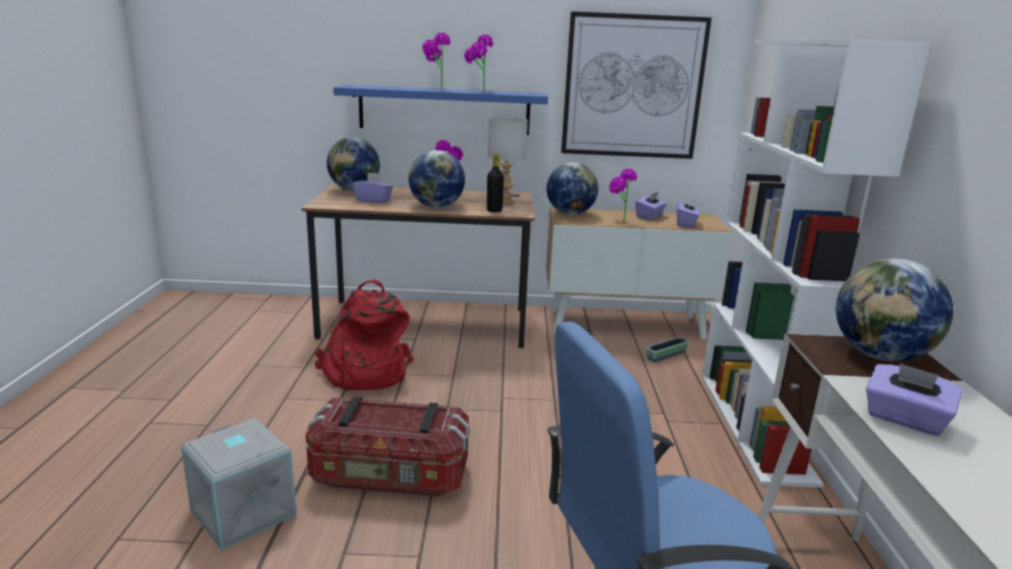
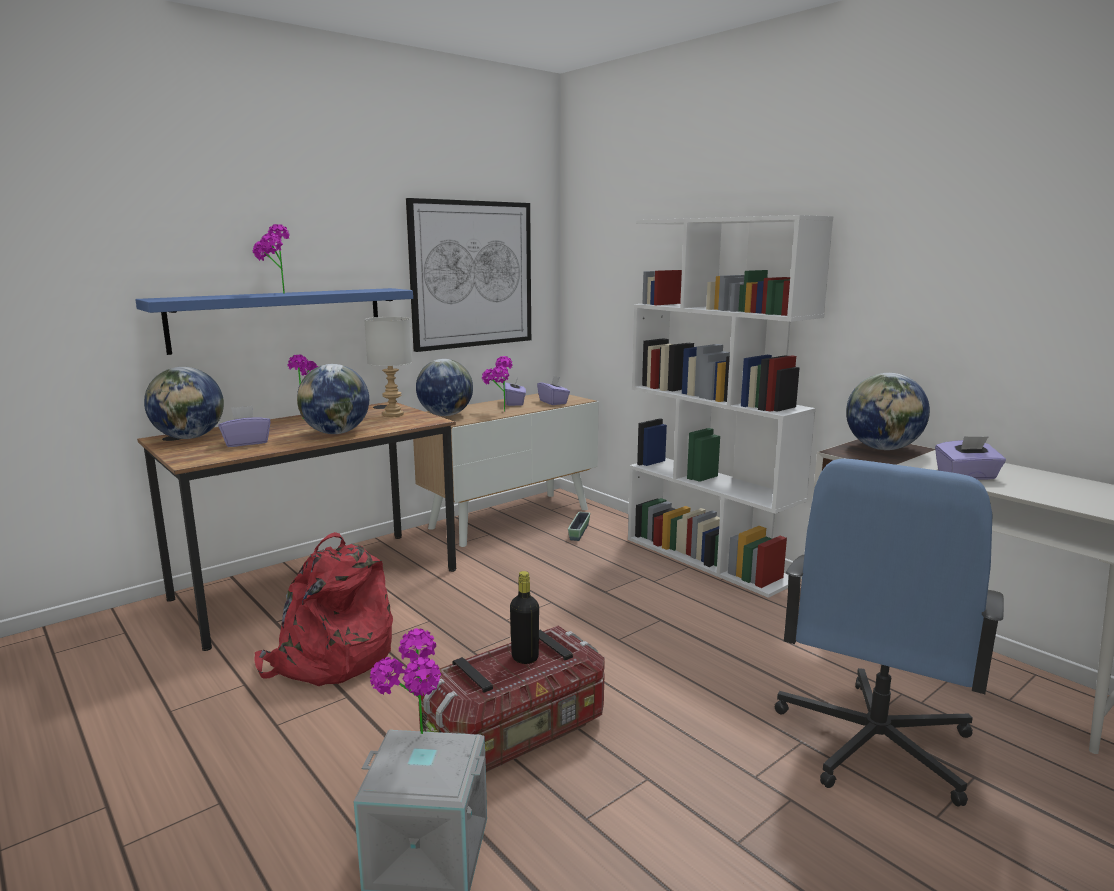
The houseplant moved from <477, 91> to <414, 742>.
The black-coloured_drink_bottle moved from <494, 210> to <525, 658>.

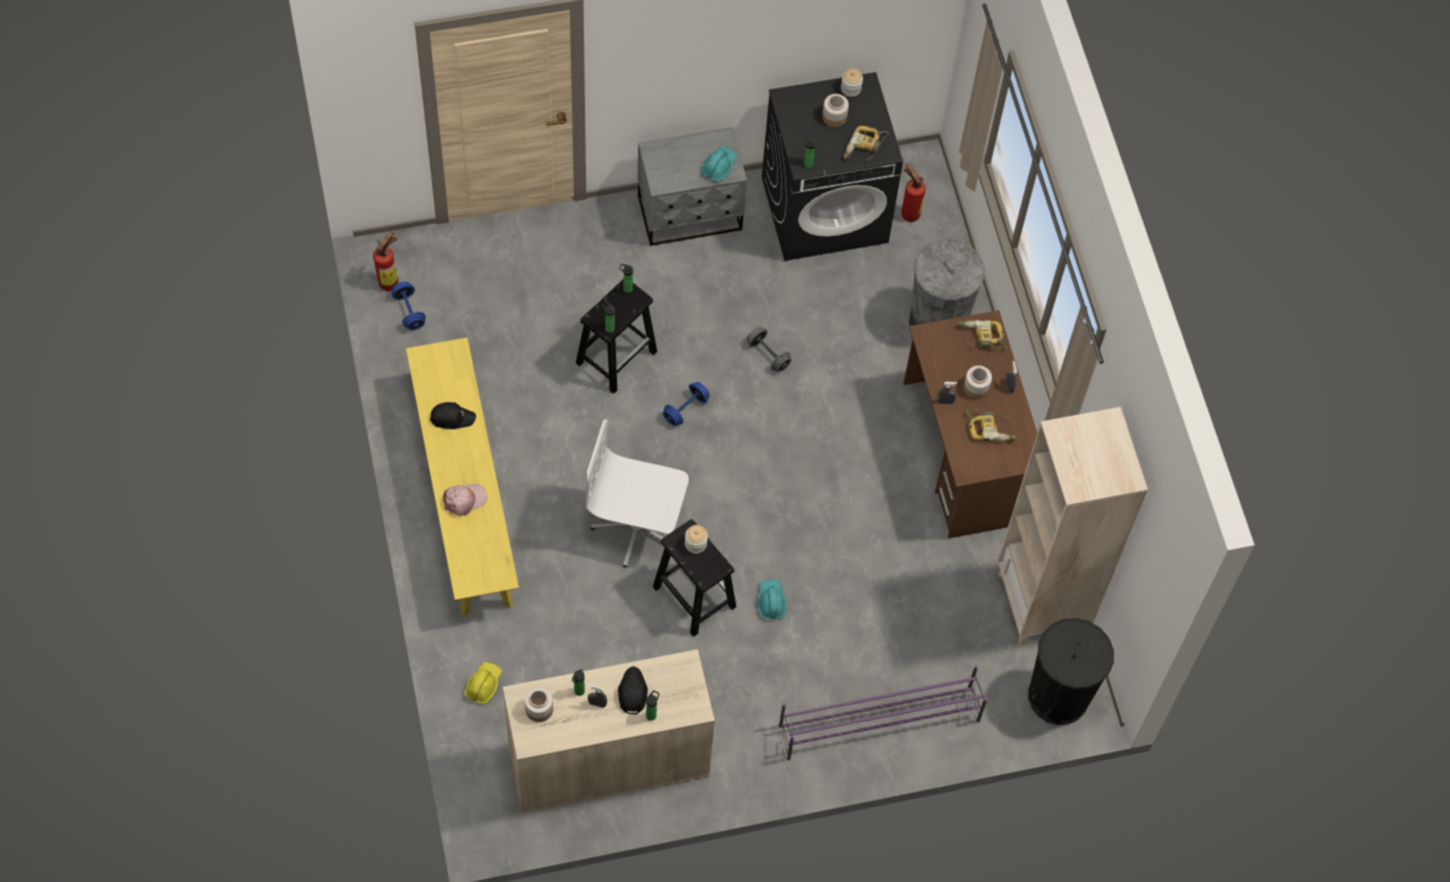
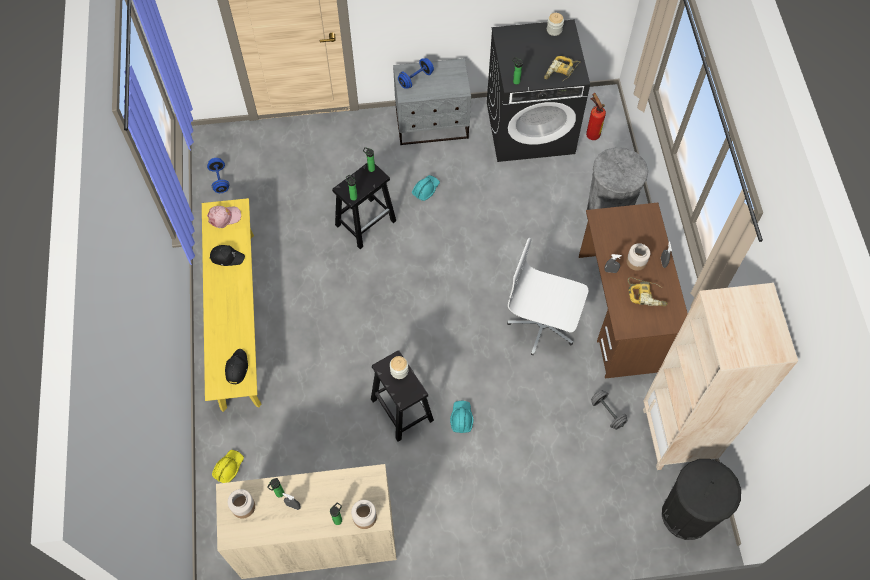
The fire-fighting_cylinder at <391, 281> disappeared.
The purplish_shoe_rack at <878, 723> disappeared.
The drill at <980, 337> disappeared.
The pinkish_peaked_cap moved from <464, 500> to <224, 217>.
The whitish_office_chair moved from <637, 527> to <542, 325>.
The black-coloured_peaked_cap moved from <632, 692> to <236, 368>.
The blue-coloured_dumbbell moved from <685, 409> to <415, 79>.
The turquoise-coloured_hard_hat moved from <719, 166> to <425, 189>.
The greyish_dumbbell moved from <768, 355> to <607, 413>.
The storage_jar moved from <834, 117> to <364, 517>.

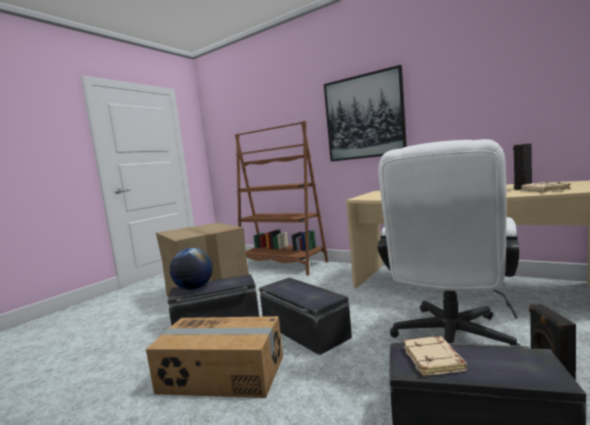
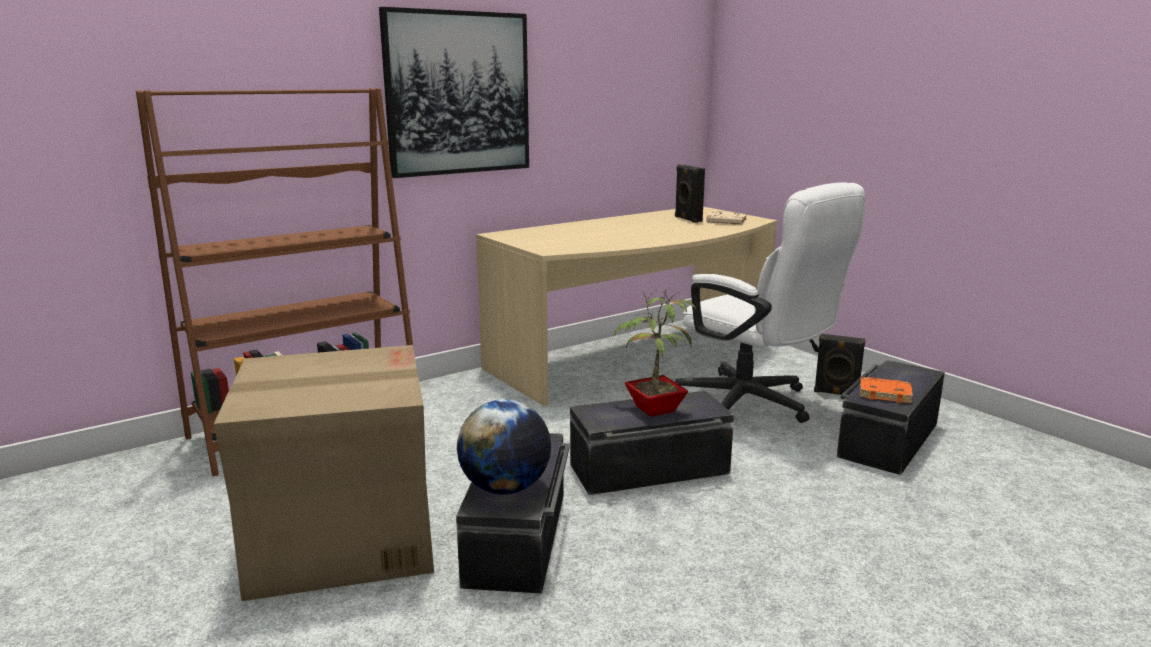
The carton at <222, 375> disappeared.
The houseplant at <652, 410> appeared.
The sand-coloured_bound_book at <434, 360> became the orange_bound_book at <885, 394>.

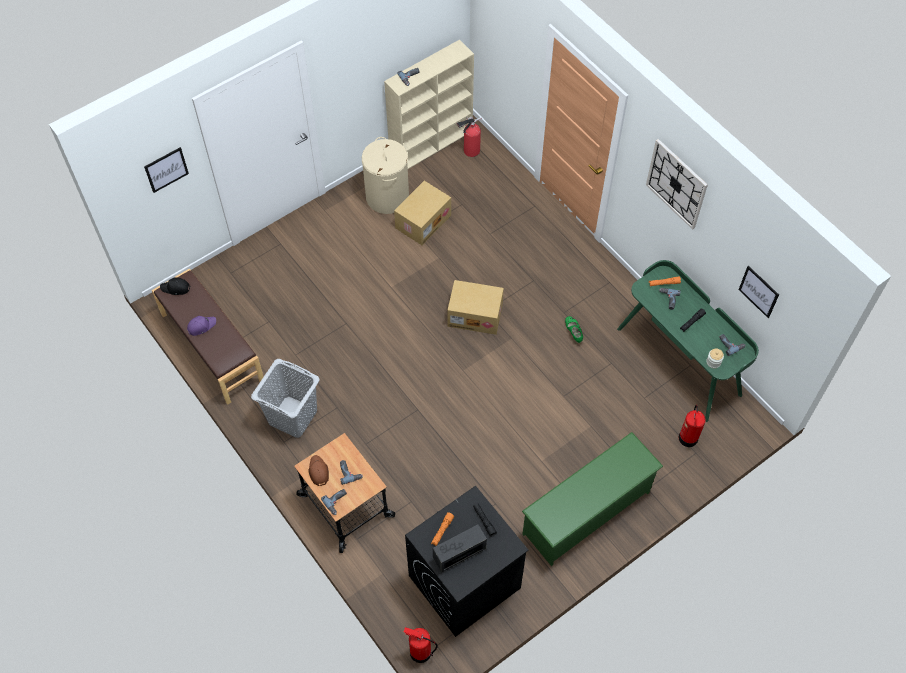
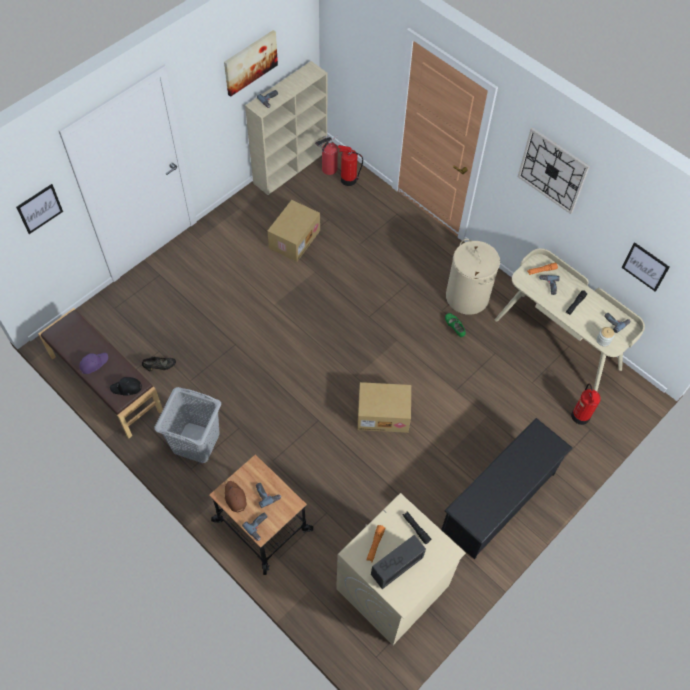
The black-coloured_low_shoe at <160, 366> appeared.
The picture at <250, 62> appeared.
The black-coloured_peaked_cap moved from <176, 288> to <127, 388>.
The sand-coloured_hamper moved from <387, 197> to <467, 297>.
The fire-fighting_cylinder moved from <420, 652> to <348, 179>.
The carton moved from <475, 315> to <383, 414>.
The black-coloured_washing_machine at <464, 582> became the sand-coloured_washing_machine at <392, 588>.
The green_shoe_rack at <587, 513> became the black-coloured_shoe_rack at <499, 501>.
The green_desk at <679, 361> became the sand-coloured_desk at <558, 343>.

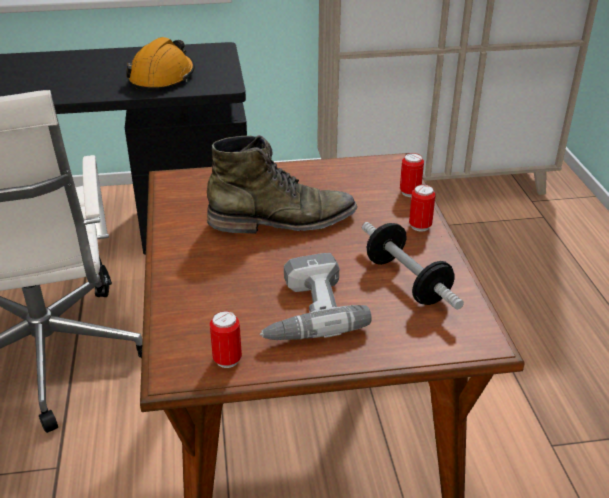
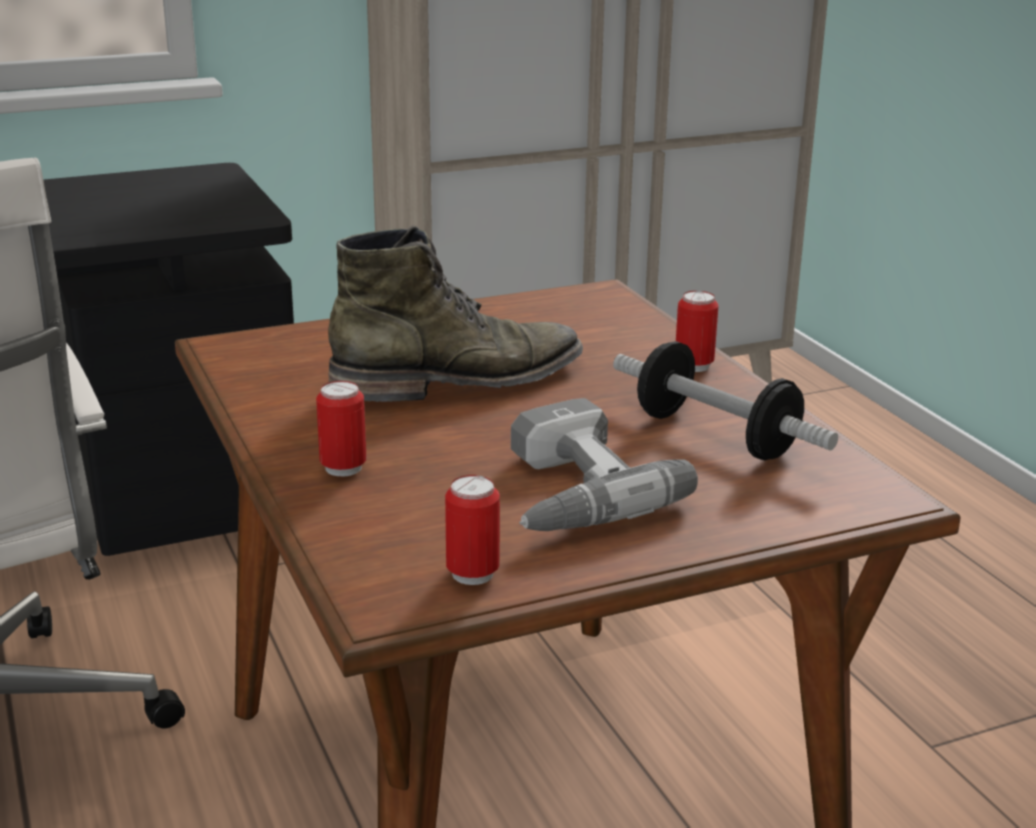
The orange_hard_hat at <163, 77> disappeared.
The metal_can moved from <410, 192> to <343, 468>.

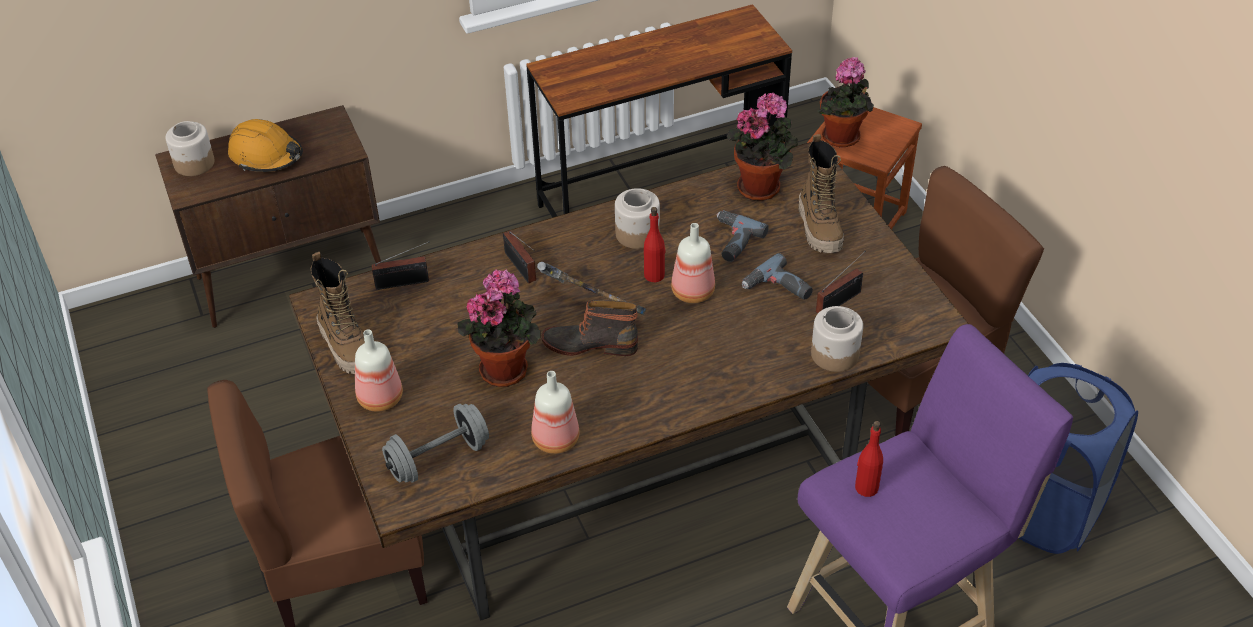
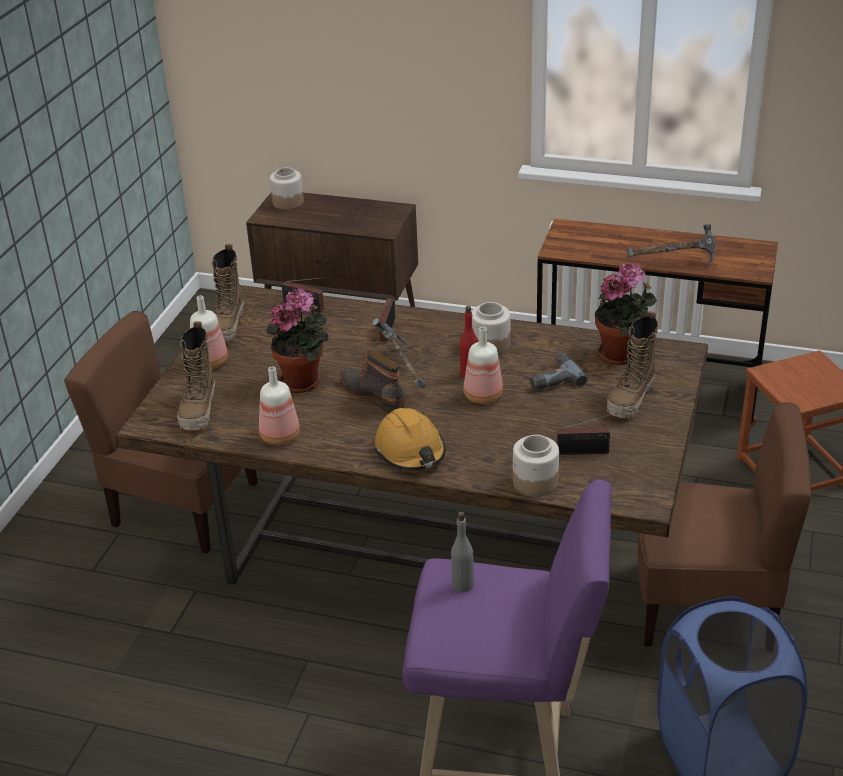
The drill at <777, 289> disappeared.
The houseplant at <842, 139> disappeared.
The hand_hammer at <672, 264> appeared.
The orange_hard_hat moved from <266, 156> to <410, 451>.
The greyish_dumbbell at <438, 458> was replaced by the high-top_boot at <199, 411>.
The red_drink_bottle at <866, 487> became the greyish_drink_bottle at <462, 584>.

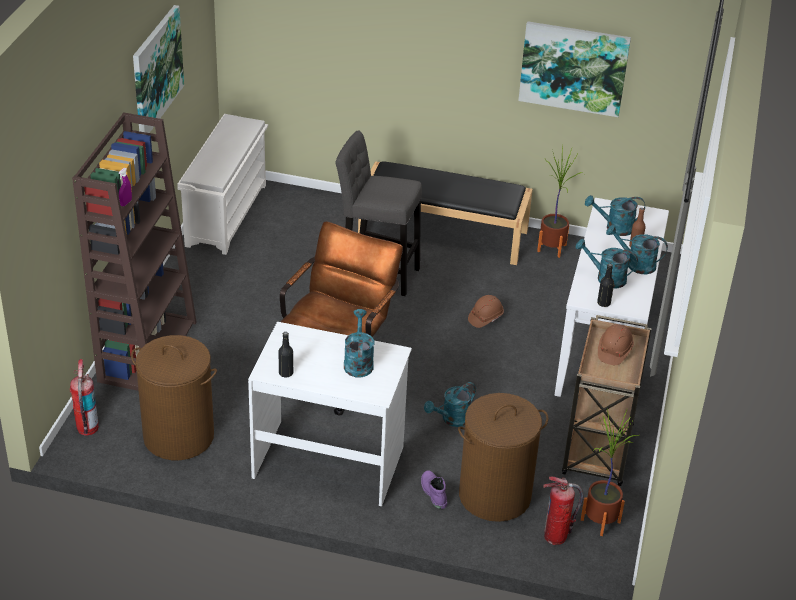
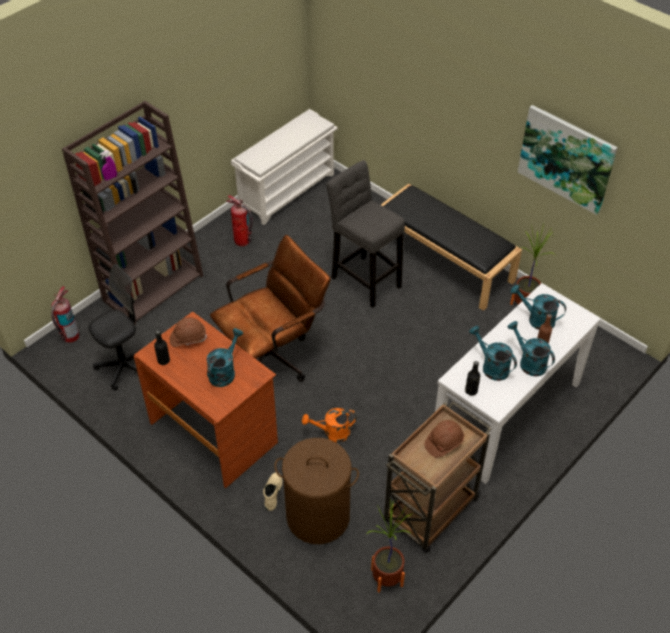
The picture at <156, 70> disappeared.
The brown-coloured_hard_hat moved from <485, 318> to <188, 338>.
The fire-fighting_cylinder moved from <556, 537> to <242, 241>.
The brown-coloured_hamper at <179, 436> was replaced by the black-coloured_office_chair at <125, 367>.
The whitish_desk at <329, 461> became the brown-coloured_desk at <215, 432>.
The purplish_high-top_boot at <433, 492> became the sand-coloured_high-top_boot at <272, 492>.
The turquoise-coloured_watering_can at <452, 420> became the orange_watering_can at <332, 433>.

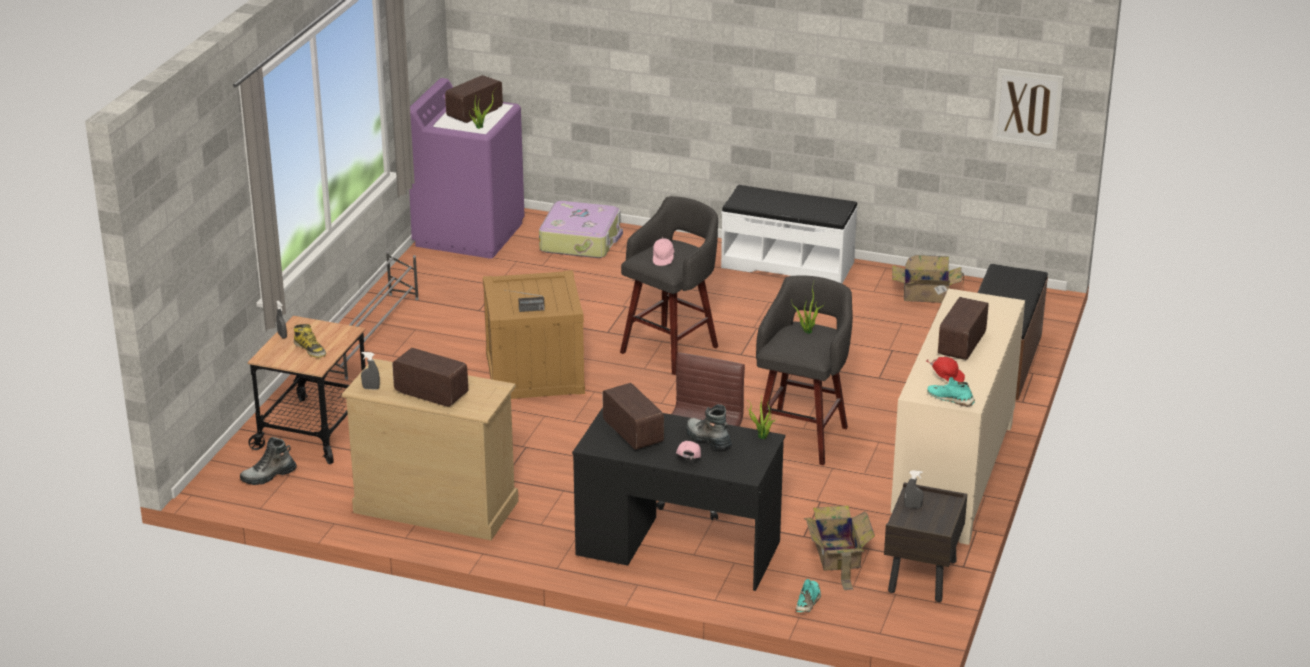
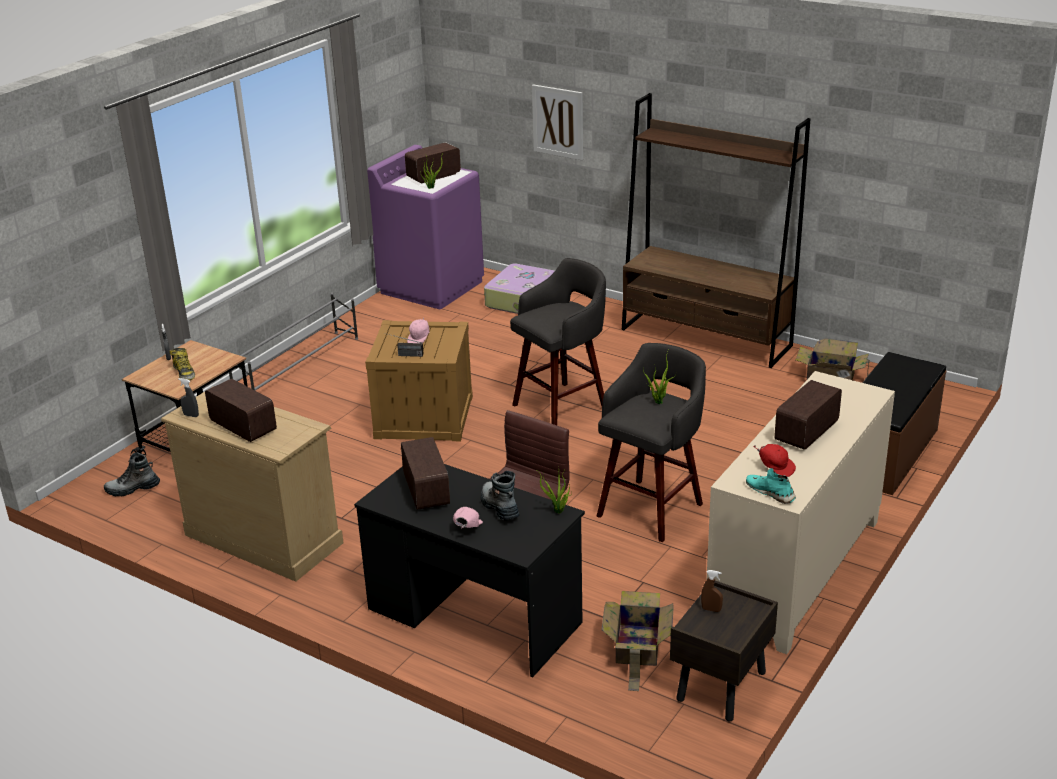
The turquoise-coloured_low_shoe at <808, 601> disappeared.
The pinkish_peaked_cap moved from <663, 259> to <419, 339>.
The picture moved from <1027, 108> to <558, 122>.
The whitish_bench at <788, 264> was replaced by the brown-coloured_bookshelf at <706, 337>.
The greyish_spray_bottle at <913, 507> became the brown-coloured_spray_bottle at <711, 609>.

